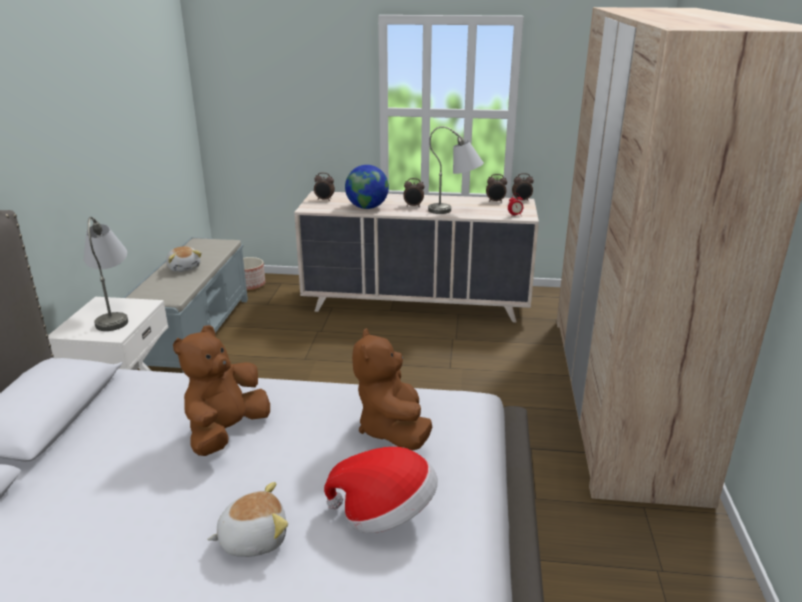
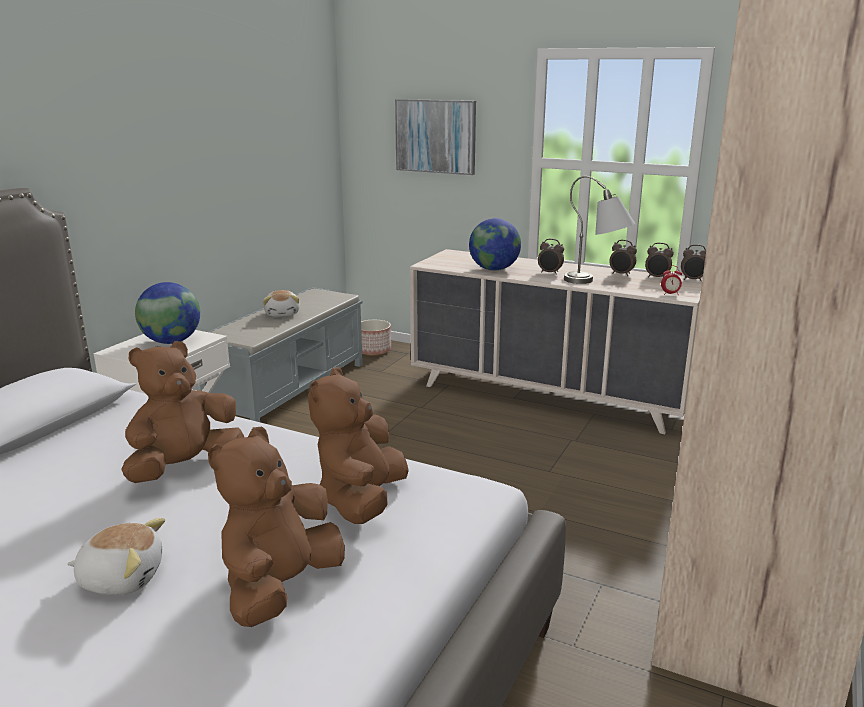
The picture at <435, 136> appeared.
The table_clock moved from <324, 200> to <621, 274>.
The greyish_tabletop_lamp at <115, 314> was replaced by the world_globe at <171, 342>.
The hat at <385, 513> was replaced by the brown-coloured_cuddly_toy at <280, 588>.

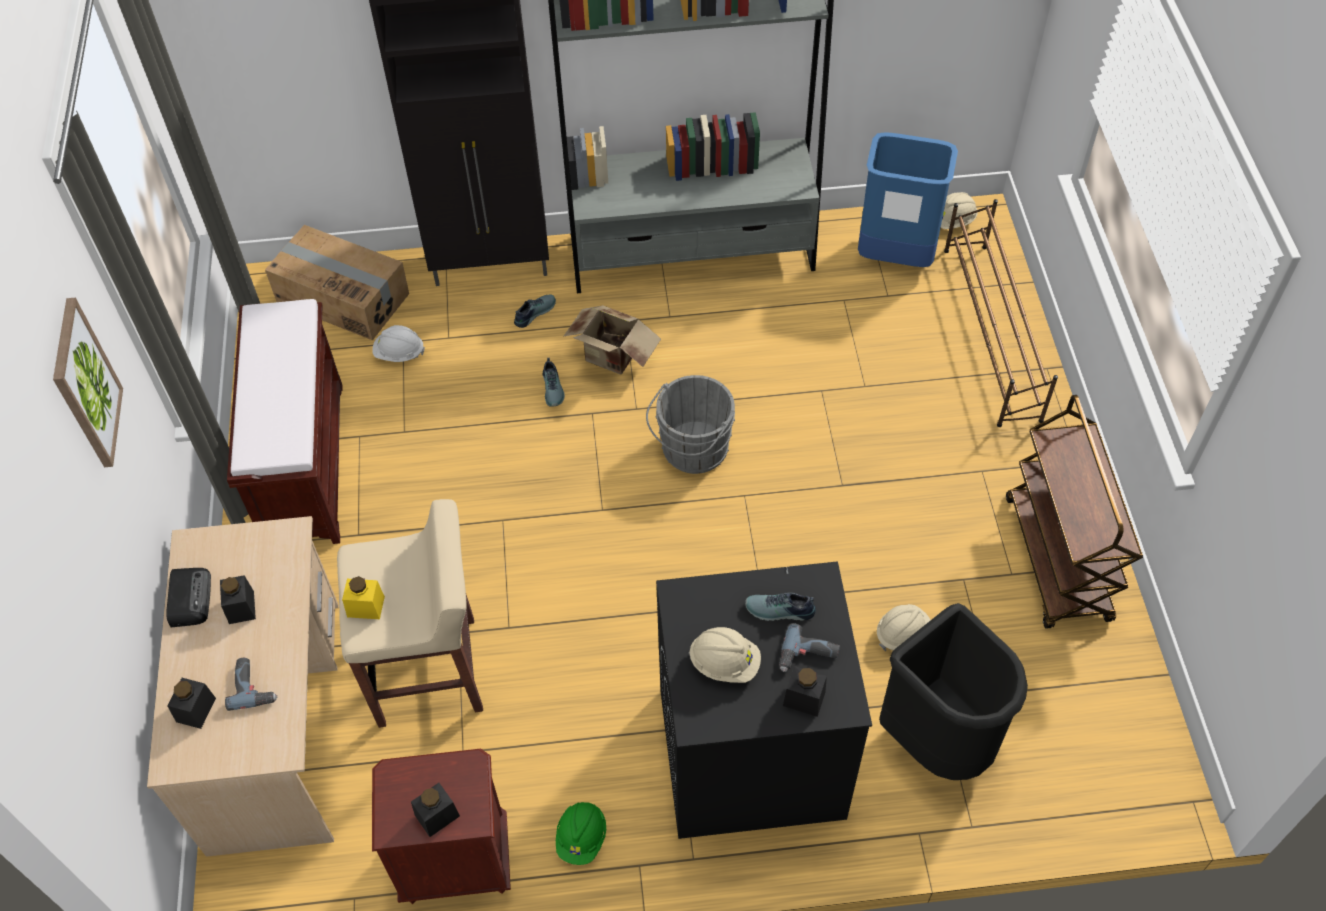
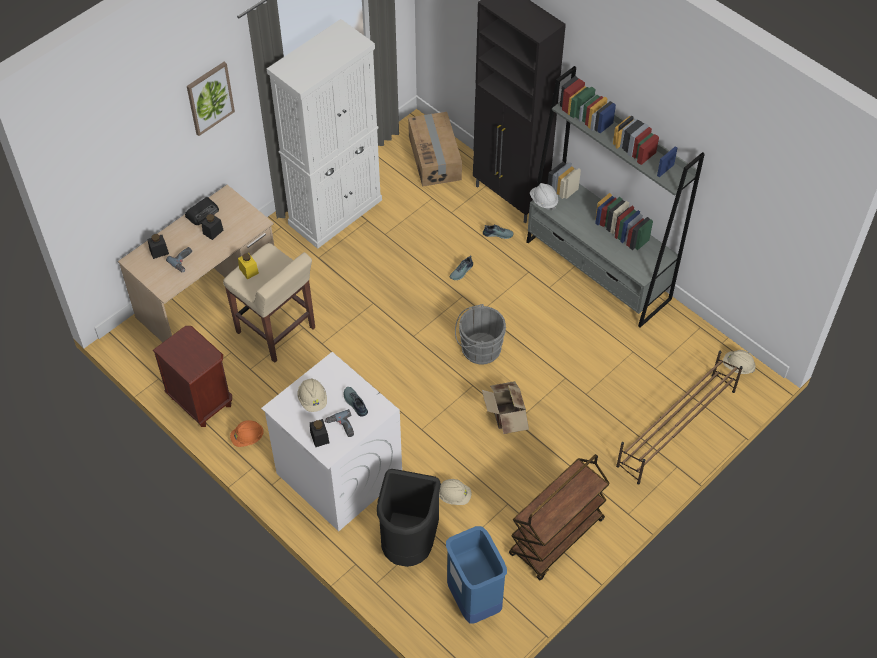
The black-coloured_storage_jar at <437, 815> disappeared.
The whitish_hard_hat moved from <399, 353> to <543, 201>.
The carton moved from <612, 358> to <505, 417>.
The blue-coloured_trash_can moved from <895, 257> to <473, 600>.
The brown-coloured_bench at <304, 463> was replaced by the whitish_cabinet at <335, 212>.
The green_hard_hat at <581, 838> became the orange_hard_hat at <247, 438>.
The black-coloured_washing_machine at <749, 755> became the whitish_washing_machine at <338, 474>.

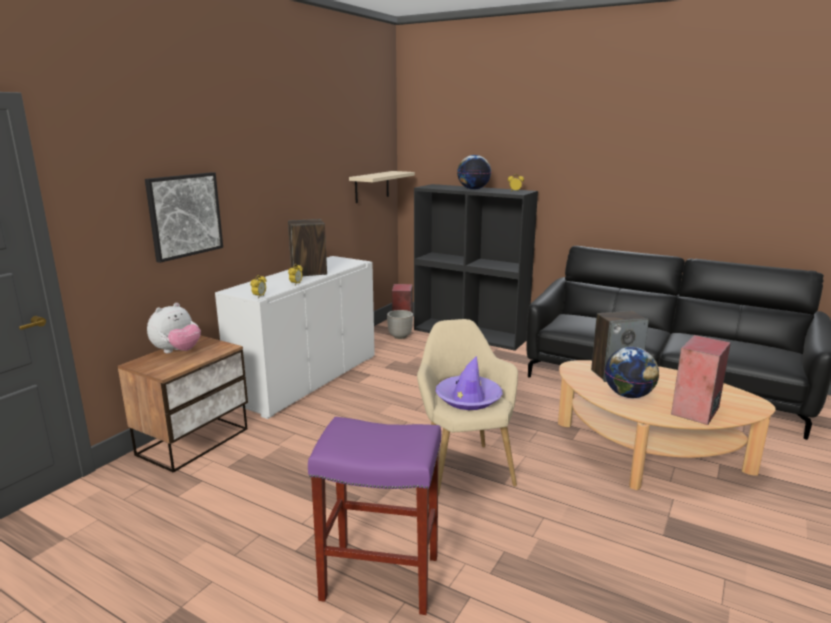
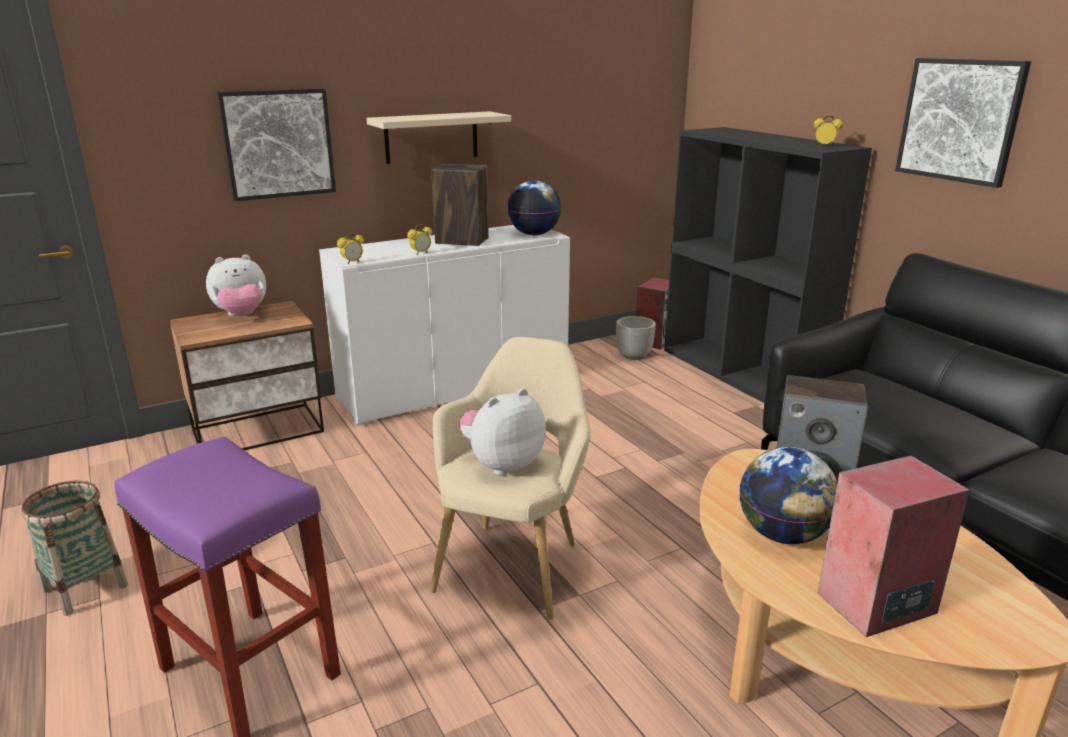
The basket at <85, 588> appeared.
The picture at <960, 120> appeared.
The sand-coloured_bracket_shelf moved from <372, 186> to <431, 137>.
The world_globe moved from <473, 189> to <534, 234>.
The purplish_hat at <468, 399> was replaced by the cuddly_toy at <502, 464>.

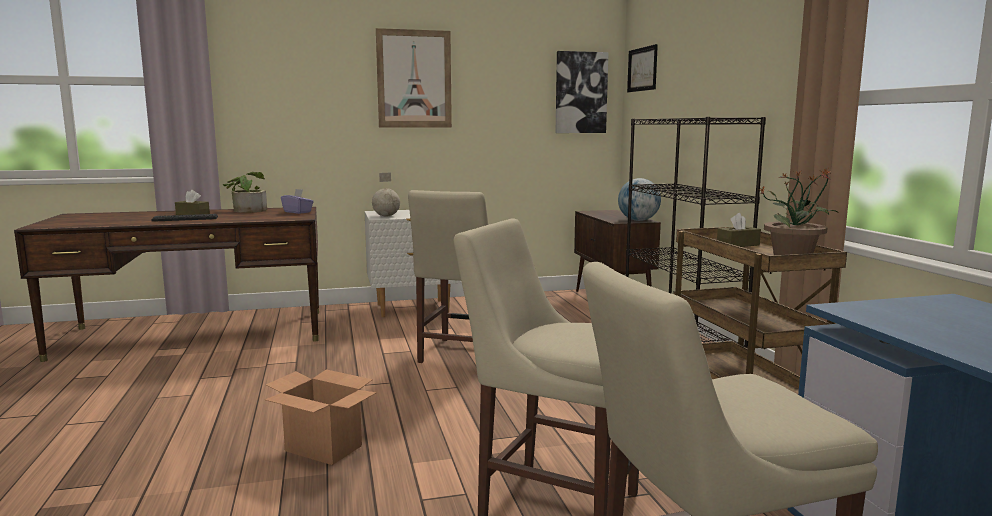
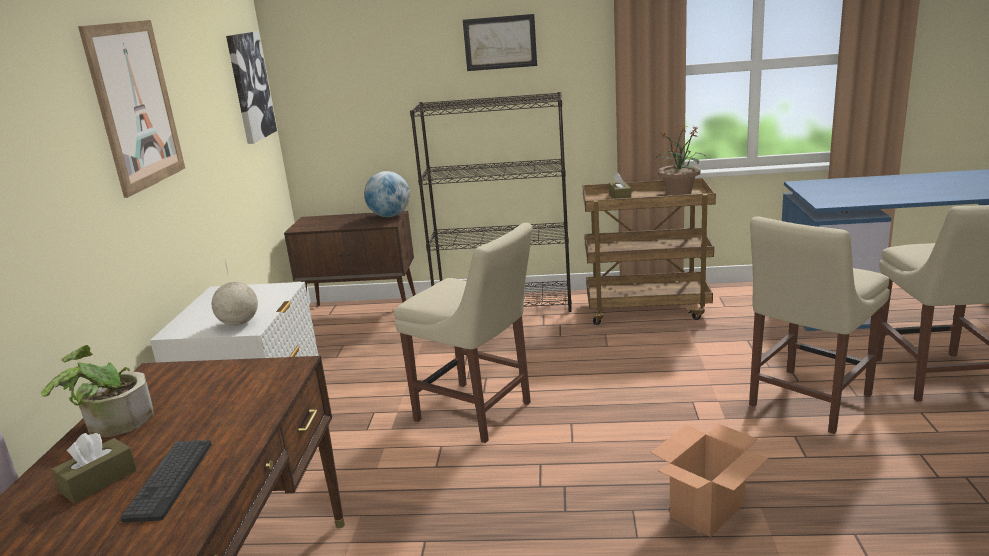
The purplish_tissue_holder at <298, 212> disappeared.
The picture moved from <642, 69> to <500, 42>.

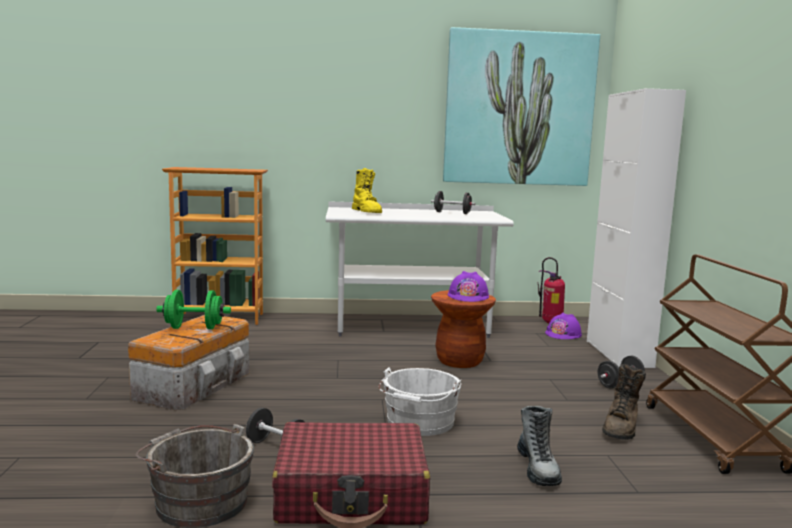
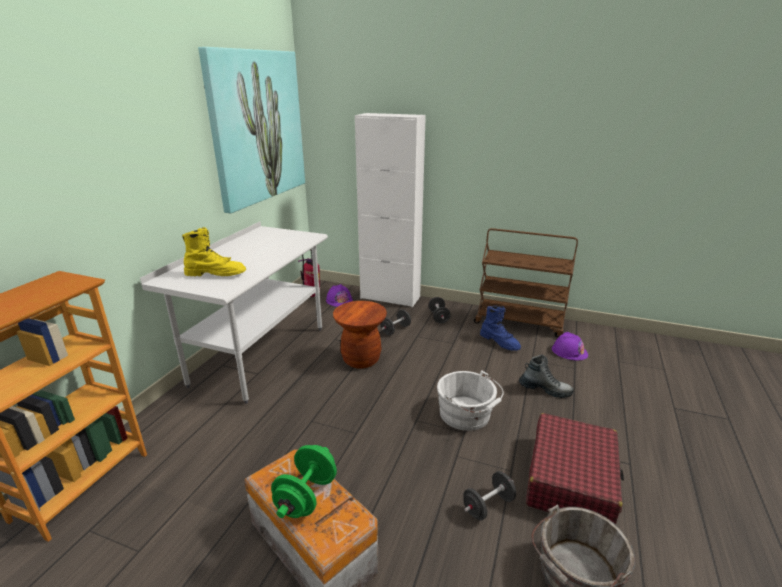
The black-coloured_dumbbell moved from <452, 213> to <395, 330>.
The purplish_hard_hat moved from <468, 296> to <569, 351>.
The brown-coloured_high-top_boot at <621, 428> became the blue-coloured_high-top_boot at <500, 342>.

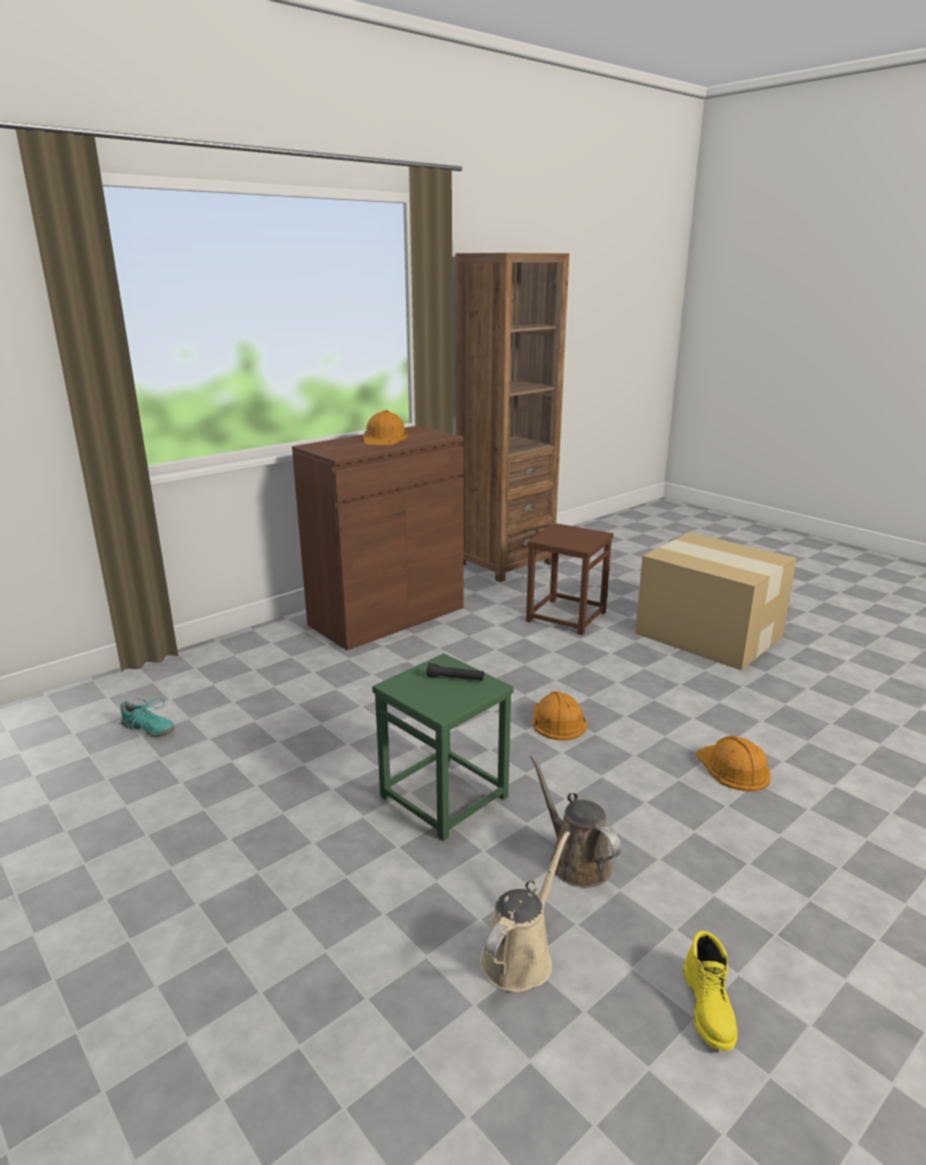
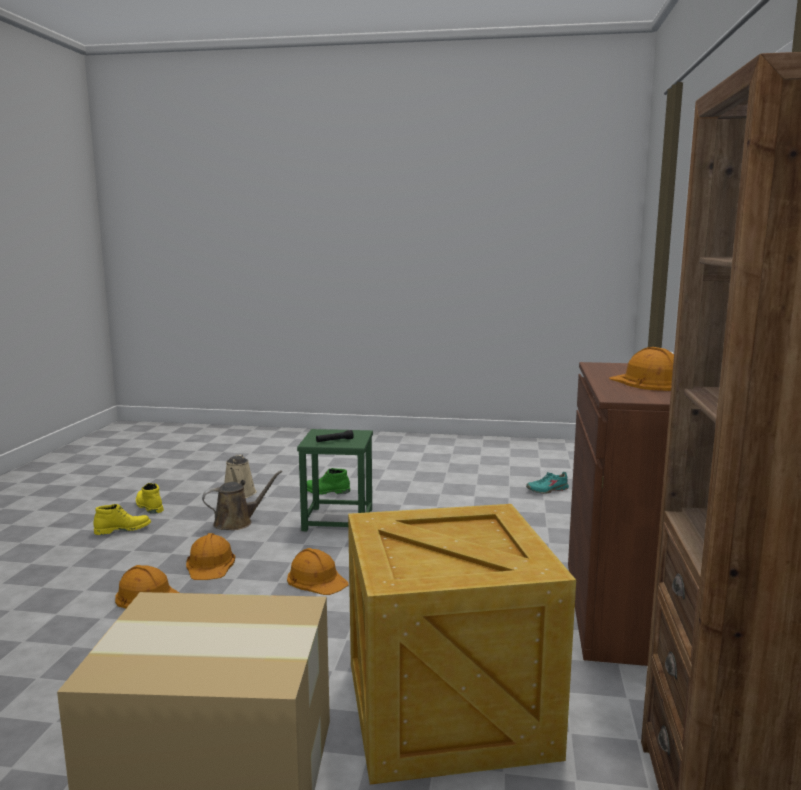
The yellowish_high-top_boot at <123, 529> appeared.
The orange_hard_hat at <210, 564> appeared.
The green_high-top_boot at <326, 491> appeared.
The brown-coloured_sitting_stool at <565, 616> was replaced by the shipping_crate at <450, 709>.
The brown-coloured_watering_can at <575, 860> turned 45 degrees counterclockwise.

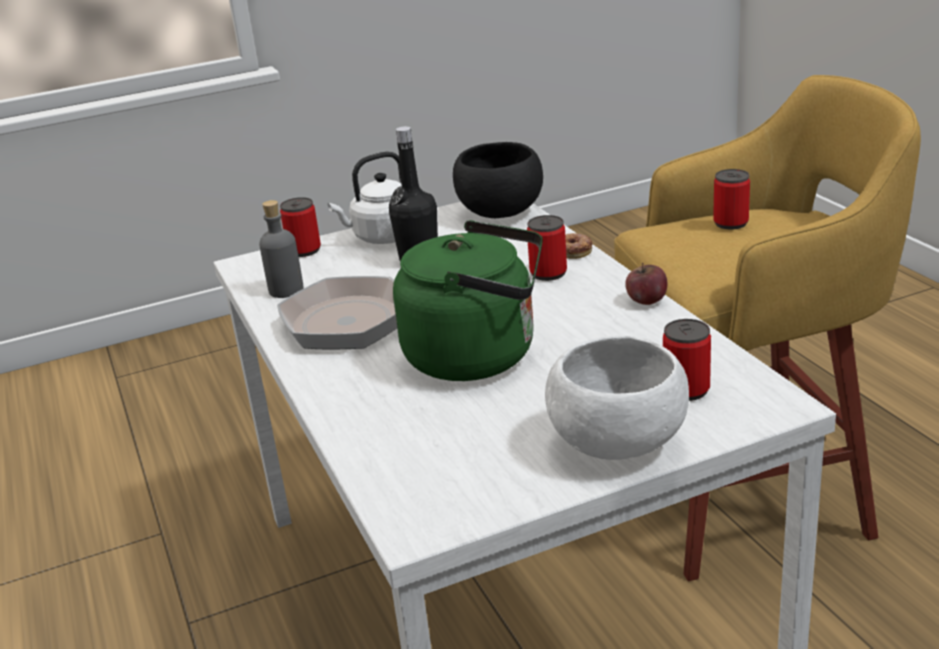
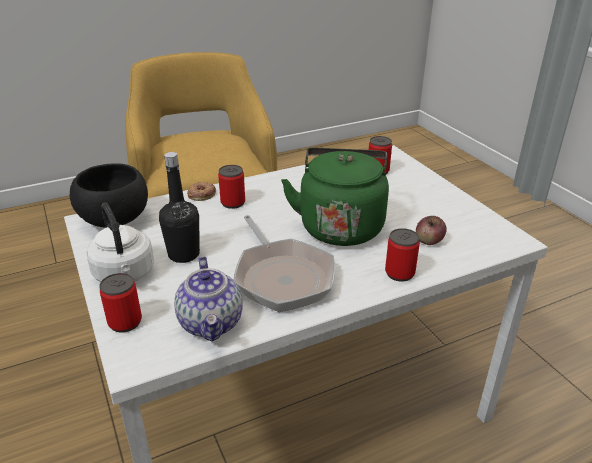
The whitish_deep_dish at <617, 445> disappeared.
The apple_fruit moved from <646, 301> to <429, 241>.
The metal_can moved from <730, 223> to <399, 273>.
The greyish_drink_bottle at <286, 290> was replaced by the tea_pot at <212, 323>.

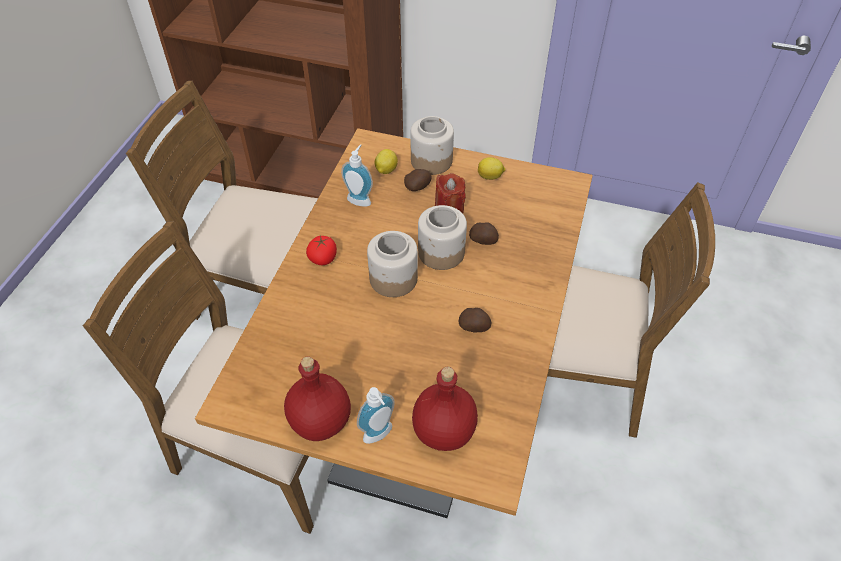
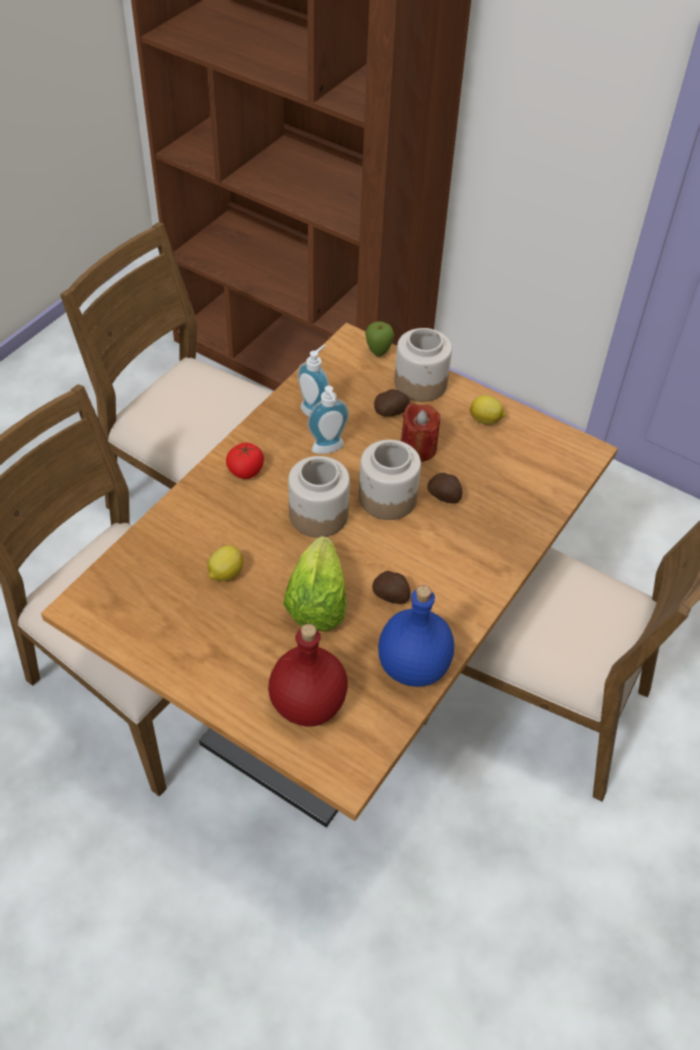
The red_drink_bottle at <319, 422> disappeared.
The head_of_lettuce at <317, 602> appeared.
The apple_fruit at <378, 353> appeared.
The blue-coloured_drink_bottle at <412, 667> appeared.
The liquid_soap_bottle moved from <380, 436> to <329, 450>.
The whole_lemon moved from <385, 170> to <225, 573>.

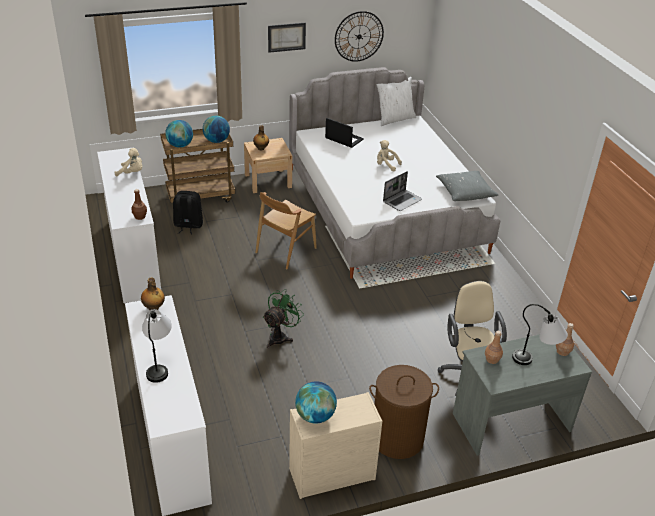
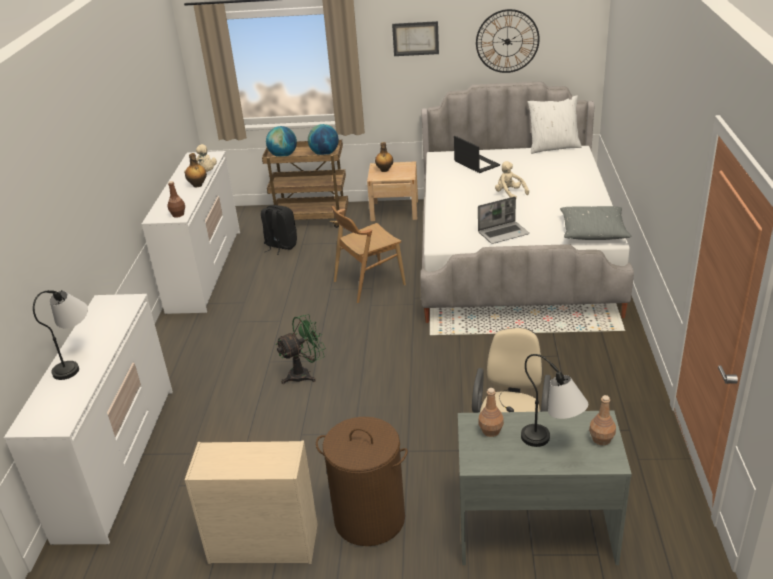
The world_globe at <315, 416> disappeared.
The drink_bottle moved from <154, 308> to <197, 185>.

